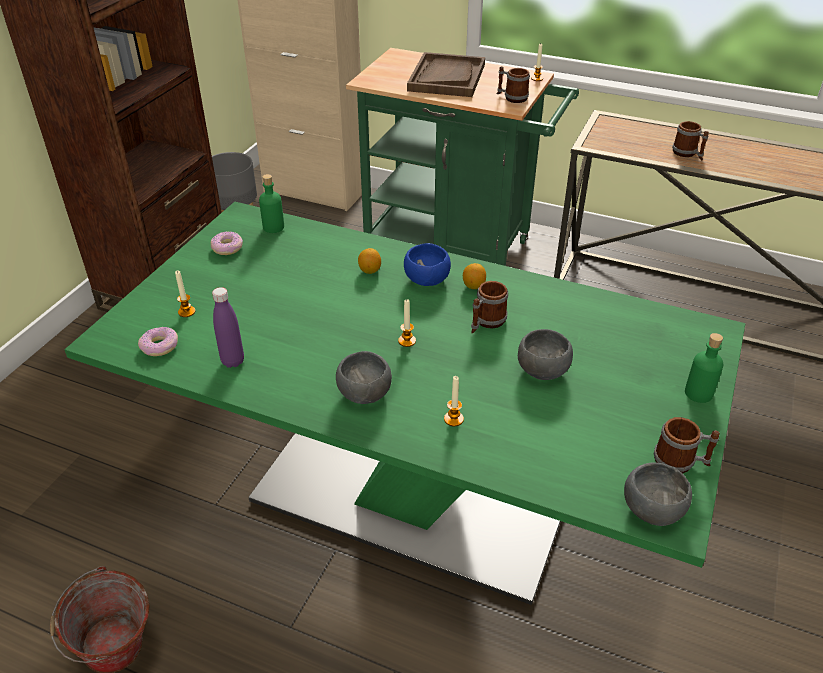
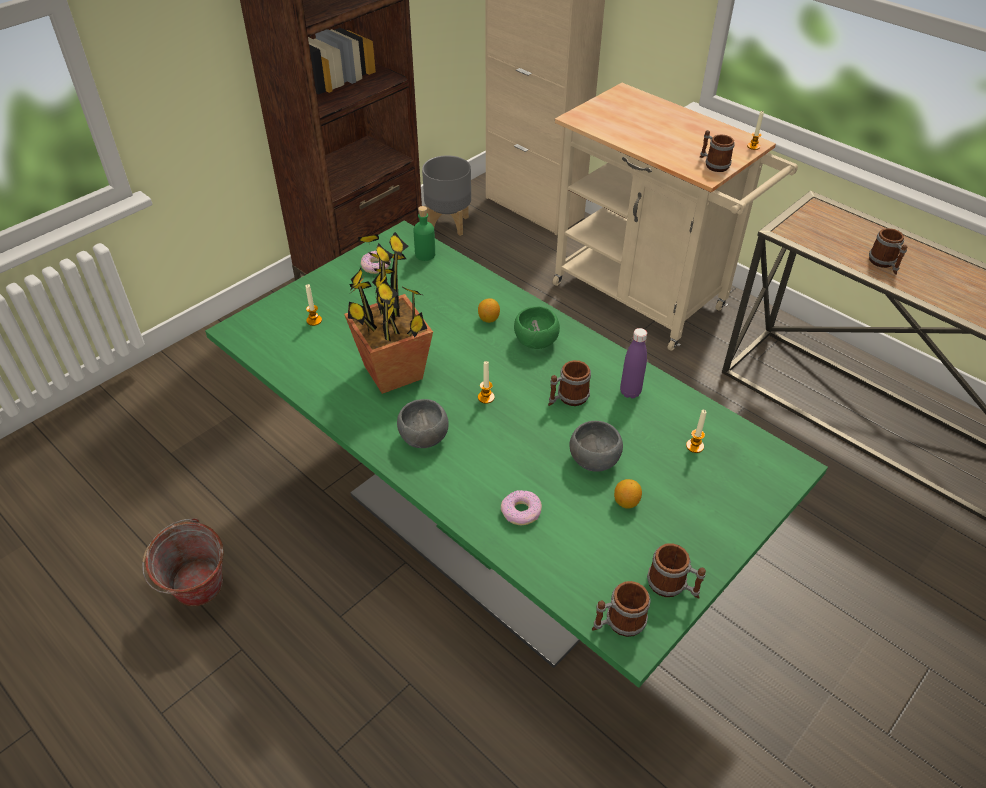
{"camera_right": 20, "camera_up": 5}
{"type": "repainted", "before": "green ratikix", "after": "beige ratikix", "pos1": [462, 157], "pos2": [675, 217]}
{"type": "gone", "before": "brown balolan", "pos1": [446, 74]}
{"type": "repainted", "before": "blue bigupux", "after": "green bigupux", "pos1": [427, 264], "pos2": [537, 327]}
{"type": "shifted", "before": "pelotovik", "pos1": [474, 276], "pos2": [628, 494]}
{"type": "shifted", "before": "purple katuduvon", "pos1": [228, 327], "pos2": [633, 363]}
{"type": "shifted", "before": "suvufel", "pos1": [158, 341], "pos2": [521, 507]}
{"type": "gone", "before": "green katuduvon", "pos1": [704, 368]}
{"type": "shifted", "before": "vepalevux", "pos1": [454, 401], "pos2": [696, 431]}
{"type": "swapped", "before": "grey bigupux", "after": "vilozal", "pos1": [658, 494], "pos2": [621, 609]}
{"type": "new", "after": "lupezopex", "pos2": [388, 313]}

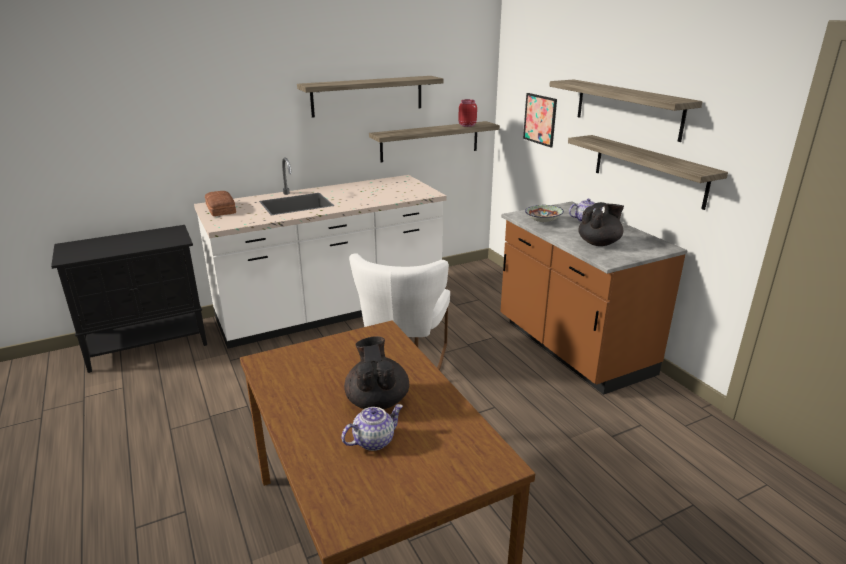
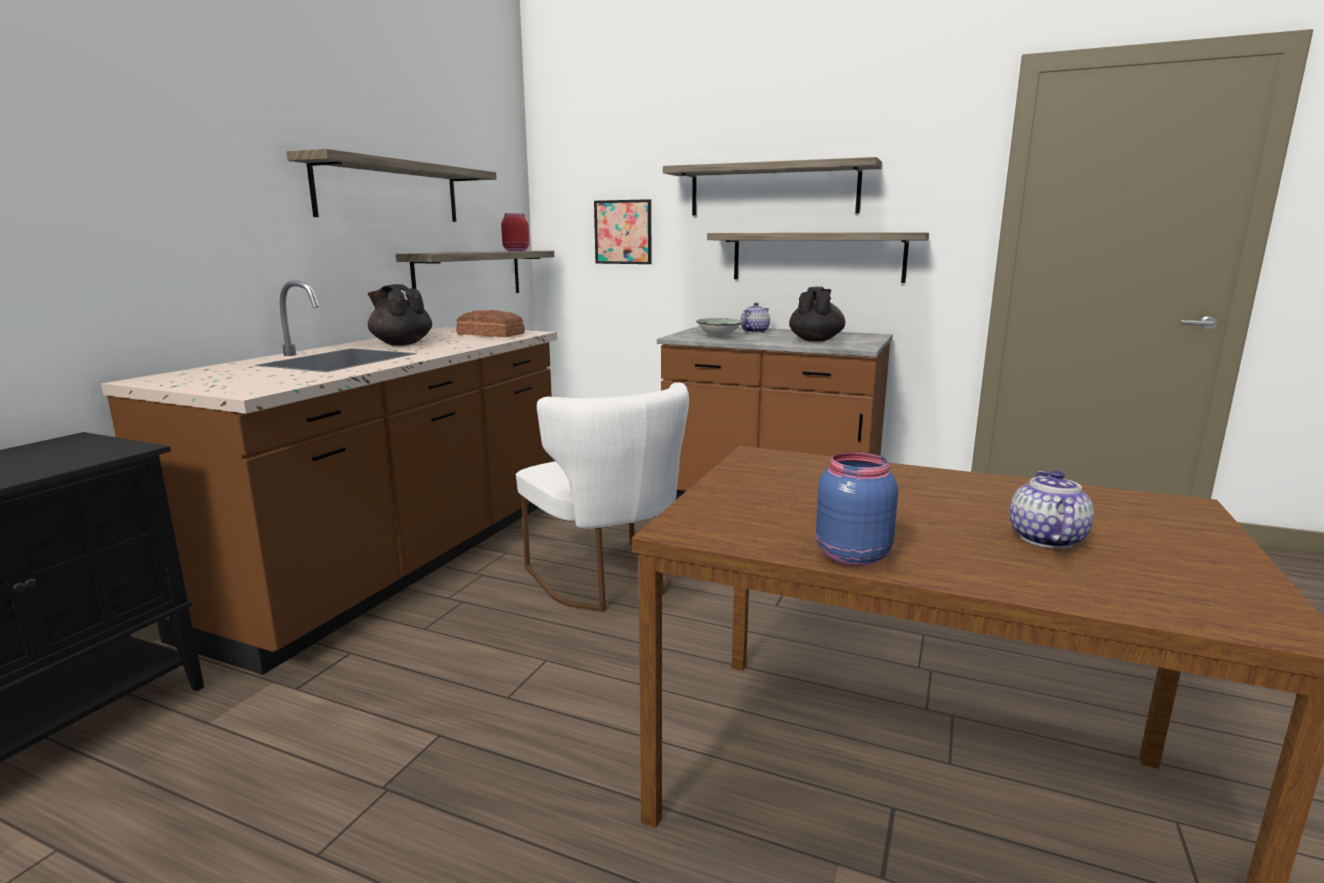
{"camera_right": -40, "camera_up": -10}
{"type": "repainted", "before": "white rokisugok", "after": "brown rokisugok", "pos1": [320, 253], "pos2": [329, 477]}
{"type": "shifted", "before": "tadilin", "pos1": [220, 203], "pos2": [490, 323]}
{"type": "shifted", "before": "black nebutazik", "pos1": [376, 373], "pos2": [400, 315]}
{"type": "new", "after": "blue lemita", "pos2": [857, 509]}

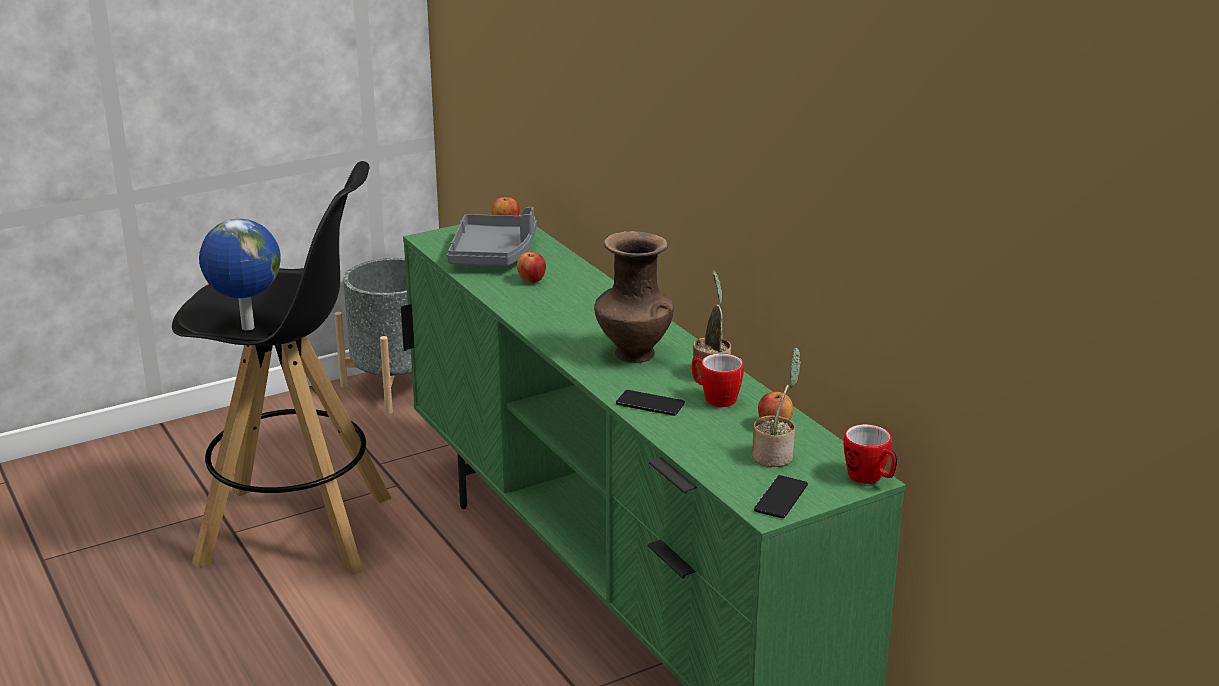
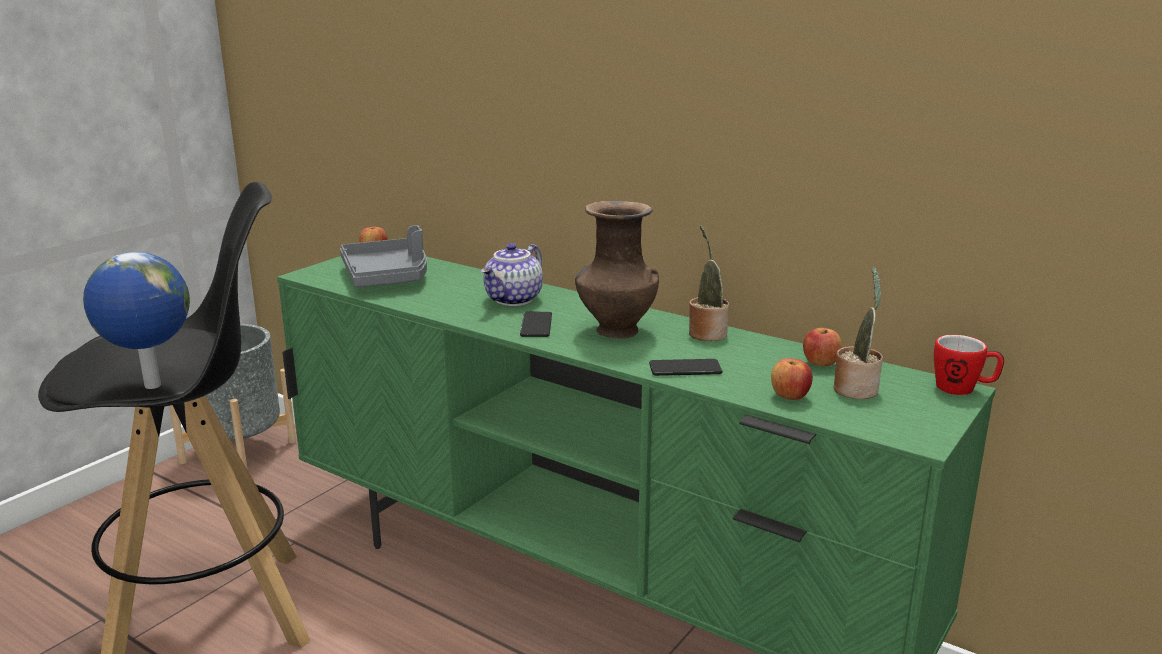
{"camera_right": -25, "camera_up": -5}
{"type": "shifted", "before": "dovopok", "pos1": [531, 267], "pos2": [792, 379]}
{"type": "gone", "before": "vilozal", "pos1": [718, 380]}
{"type": "shifted", "before": "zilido", "pos1": [781, 496], "pos2": [536, 324]}
{"type": "new", "after": "nebutazik", "pos2": [512, 274]}

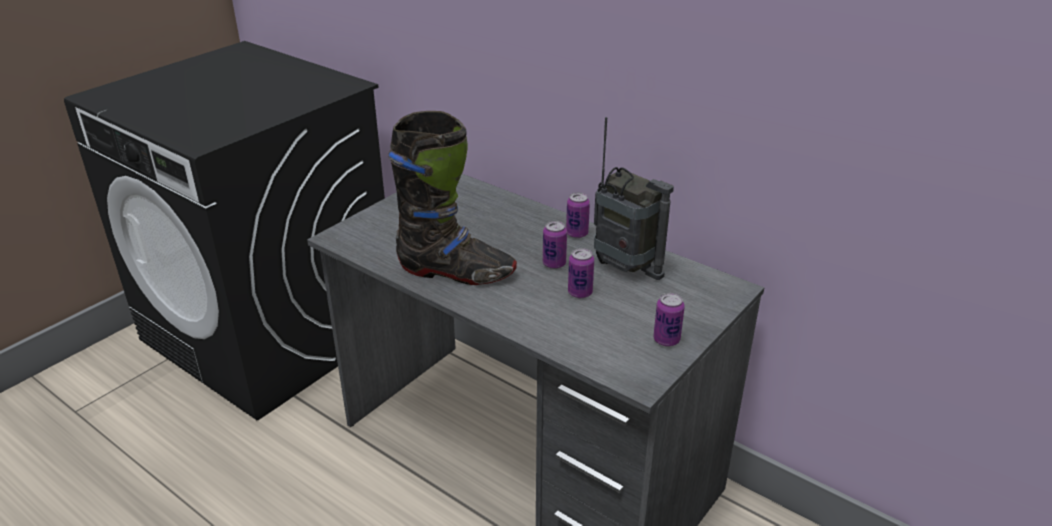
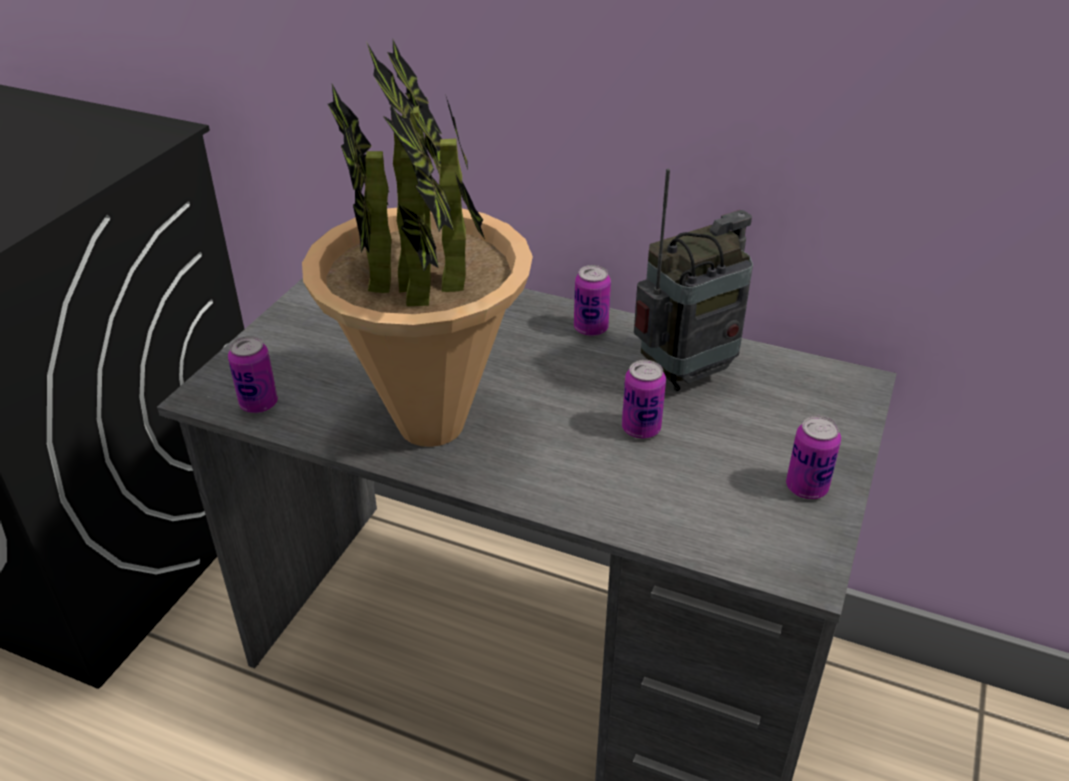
{"camera_right": -15, "camera_up": 5}
{"type": "swapped", "before": "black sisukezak", "after": "lupezopex", "pos1": [452, 198], "pos2": [417, 243]}
{"type": "rotated", "before": "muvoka", "pos1": [634, 198], "pos2": [693, 279], "turn": -60}
{"type": "shifted", "before": "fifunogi", "pos1": [555, 245], "pos2": [253, 374]}

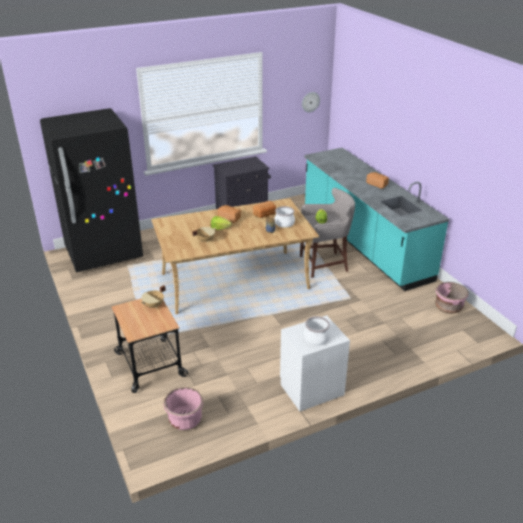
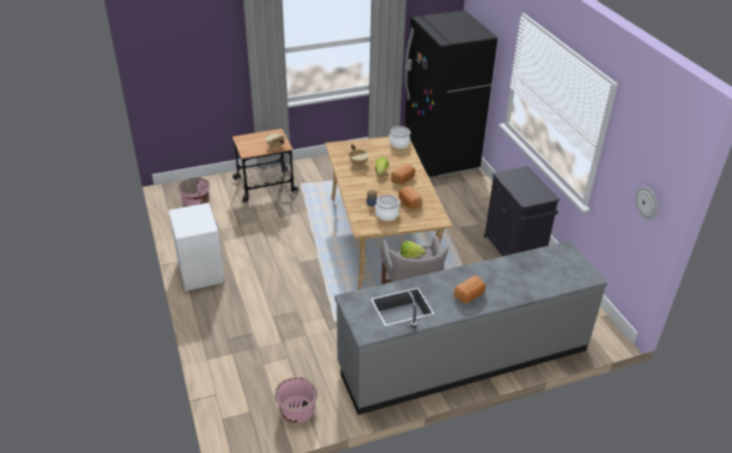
{"camera_right": 95, "camera_up": 5}
{"type": "repainted", "before": "turquoise rokisugok", "after": "grey rokisugok", "pos1": [376, 219], "pos2": [471, 328]}
{"type": "shifted", "before": "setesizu", "pos1": [317, 330], "pos2": [400, 137]}

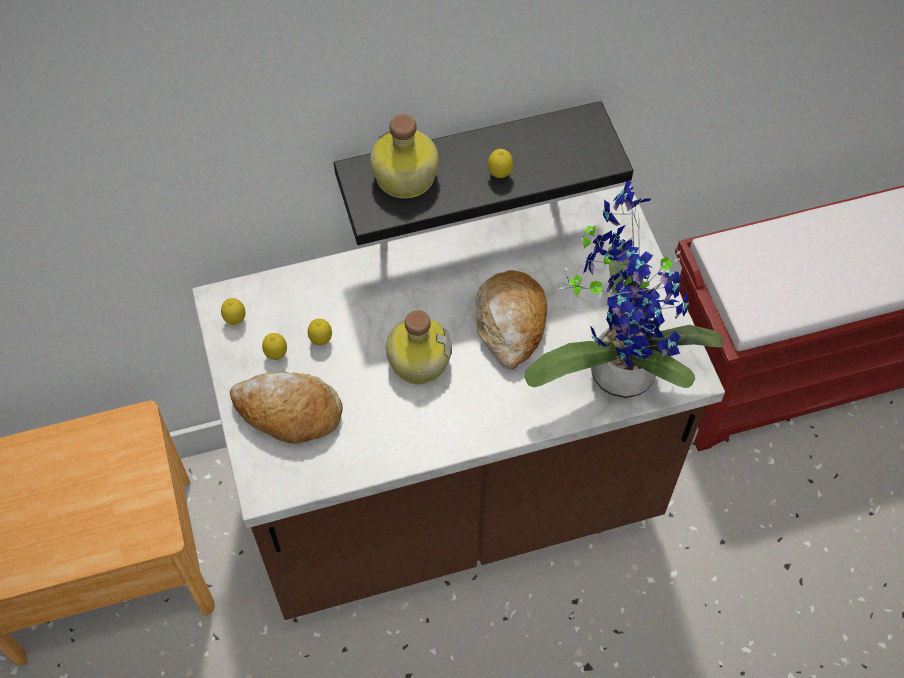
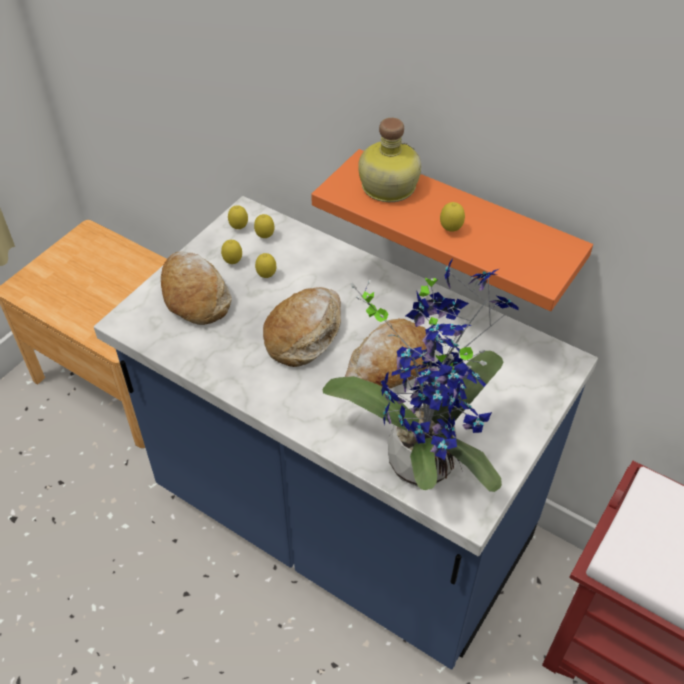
{"camera_right": 50, "camera_up": -10}
{"type": "repainted", "before": "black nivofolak", "after": "orange nivofolak", "pos1": [483, 173], "pos2": [452, 230]}
{"type": "repainted", "before": "brown rokisugok", "after": "blue rokisugok", "pos1": [458, 402], "pos2": [346, 433]}
{"type": "swapped", "before": "katuduvon", "after": "tadilin", "pos1": [419, 347], "pos2": [302, 327]}
{"type": "new", "after": "pelotovik", "pos2": [264, 226]}

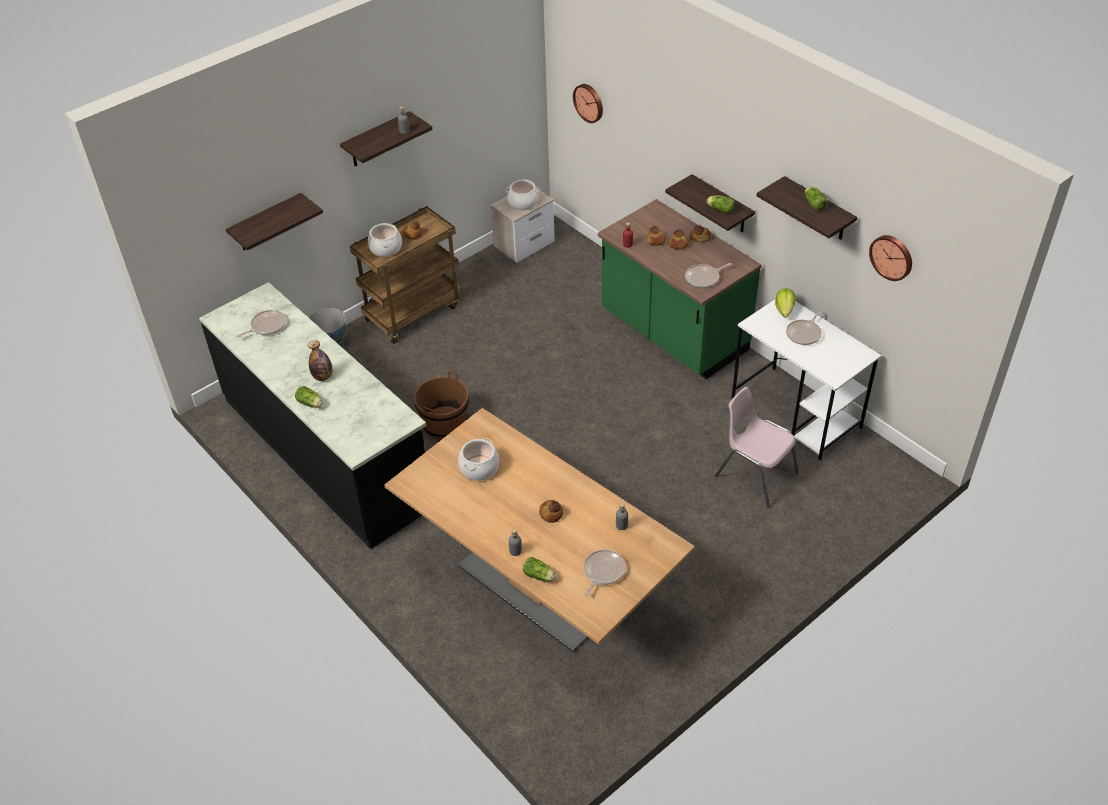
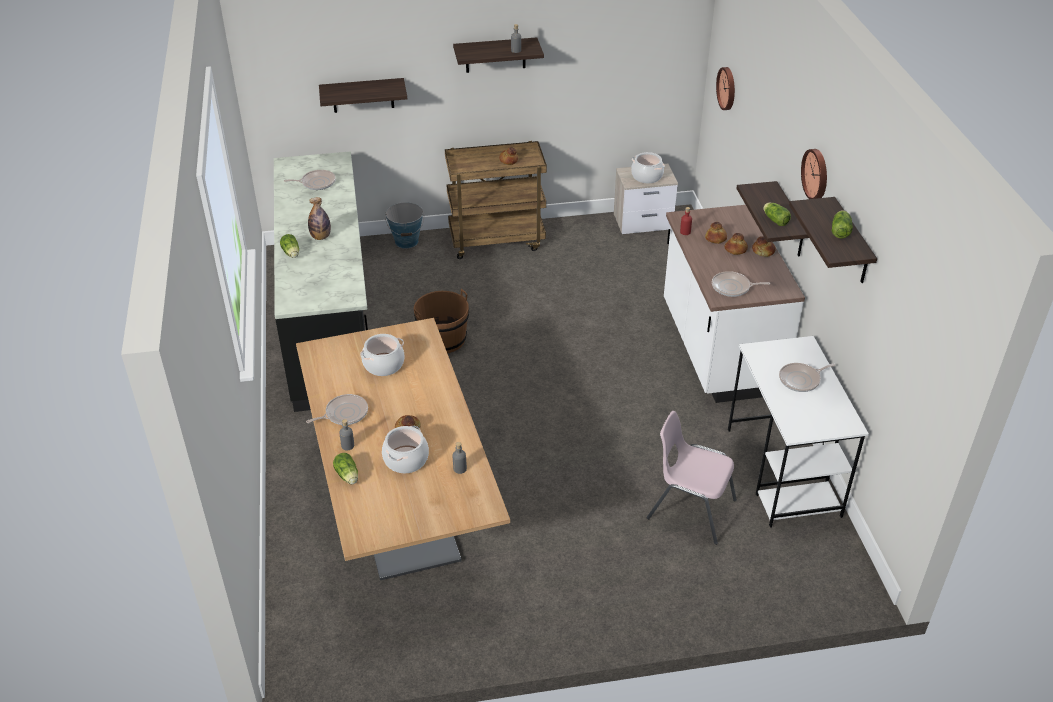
{"camera_right": 30, "camera_up": -5}
{"type": "repainted", "before": "green rokisugok", "after": "white rokisugok", "pos1": [680, 289], "pos2": [734, 304]}
{"type": "shifted", "before": "setesizu", "pos1": [385, 240], "pos2": [405, 449]}
{"type": "shifted", "before": "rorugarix", "pos1": [890, 258], "pos2": [814, 174]}
{"type": "gone", "before": "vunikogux", "pos1": [785, 303]}
{"type": "rotated", "before": "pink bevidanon", "pos1": [757, 447], "pos2": [692, 478], "turn": -45}
{"type": "shifted", "before": "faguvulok", "pos1": [605, 573], "pos2": [337, 409]}

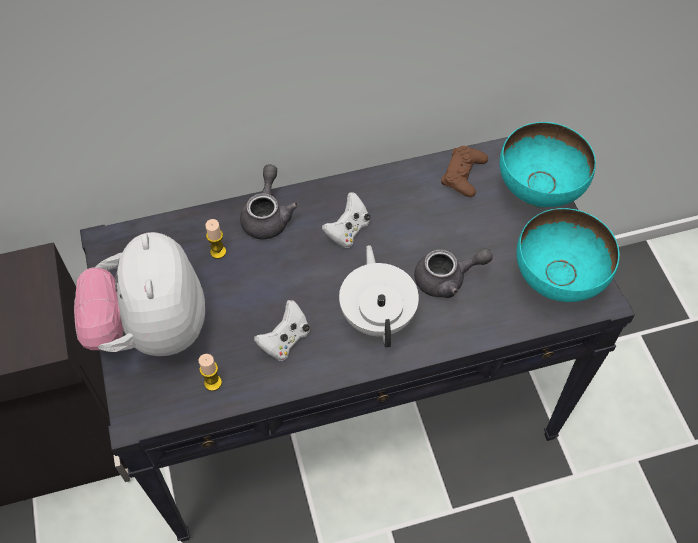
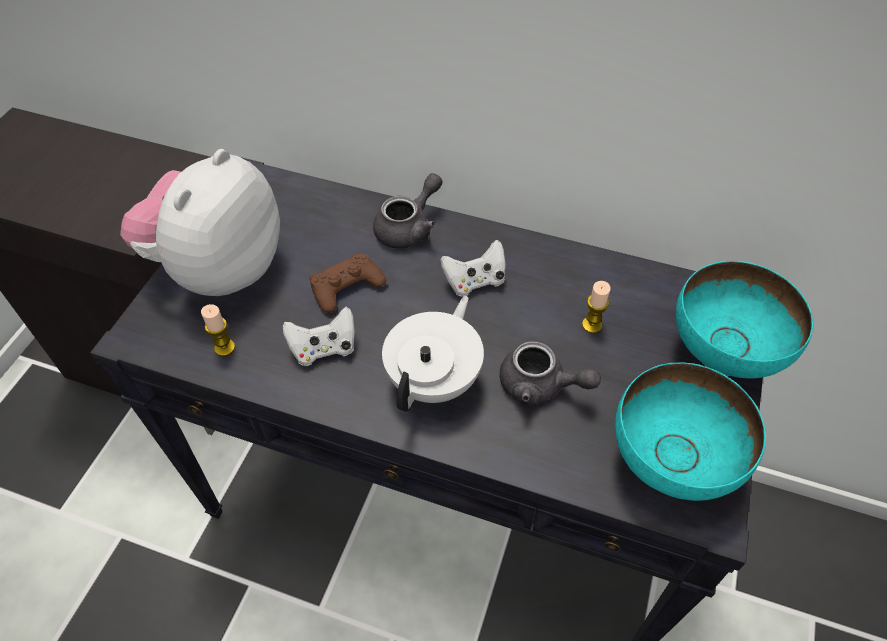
{"camera_right": 35, "camera_up": -5}
{"type": "shifted", "before": "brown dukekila", "pos1": [464, 171], "pos2": [347, 283]}
{"type": "shifted", "before": "vepalevux", "pos1": [215, 239], "pos2": [596, 307]}

